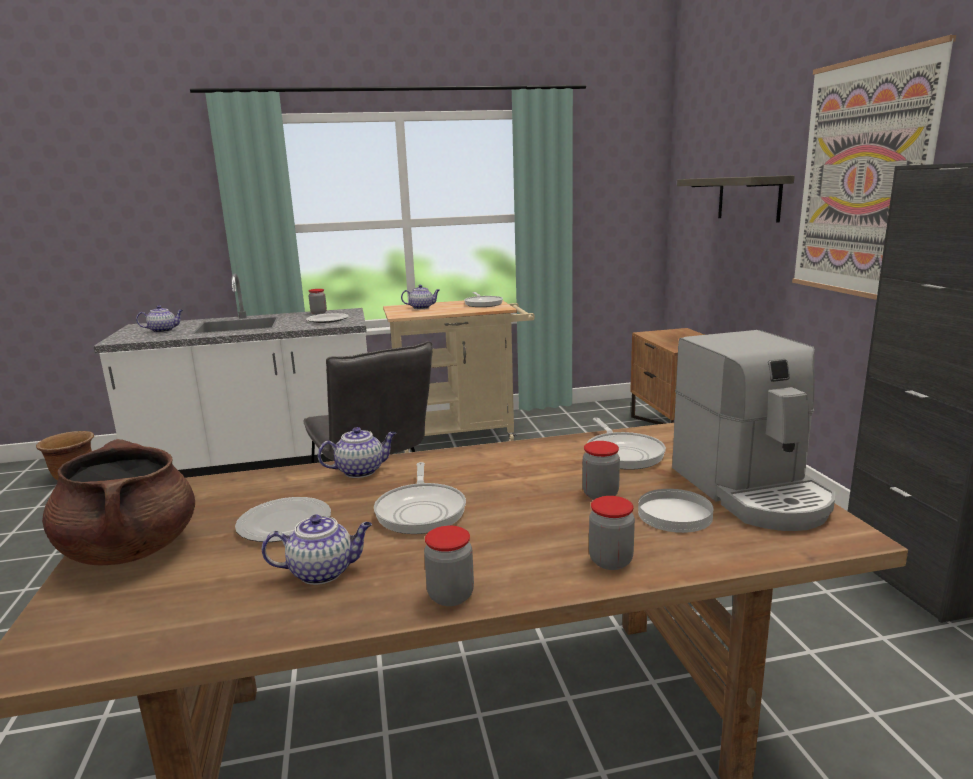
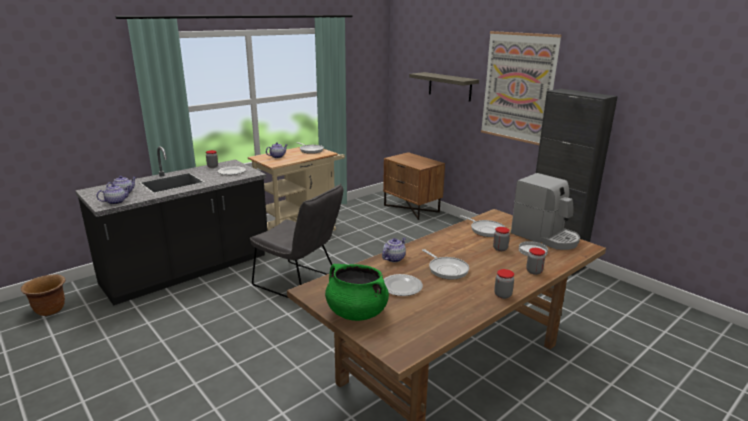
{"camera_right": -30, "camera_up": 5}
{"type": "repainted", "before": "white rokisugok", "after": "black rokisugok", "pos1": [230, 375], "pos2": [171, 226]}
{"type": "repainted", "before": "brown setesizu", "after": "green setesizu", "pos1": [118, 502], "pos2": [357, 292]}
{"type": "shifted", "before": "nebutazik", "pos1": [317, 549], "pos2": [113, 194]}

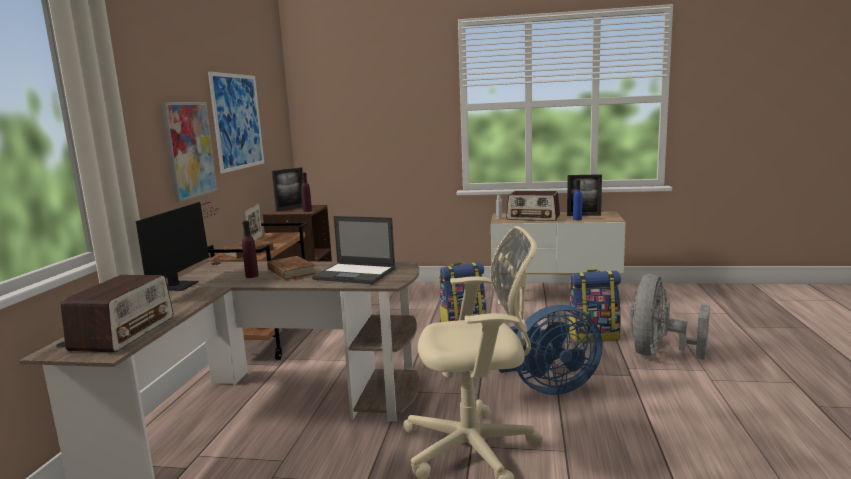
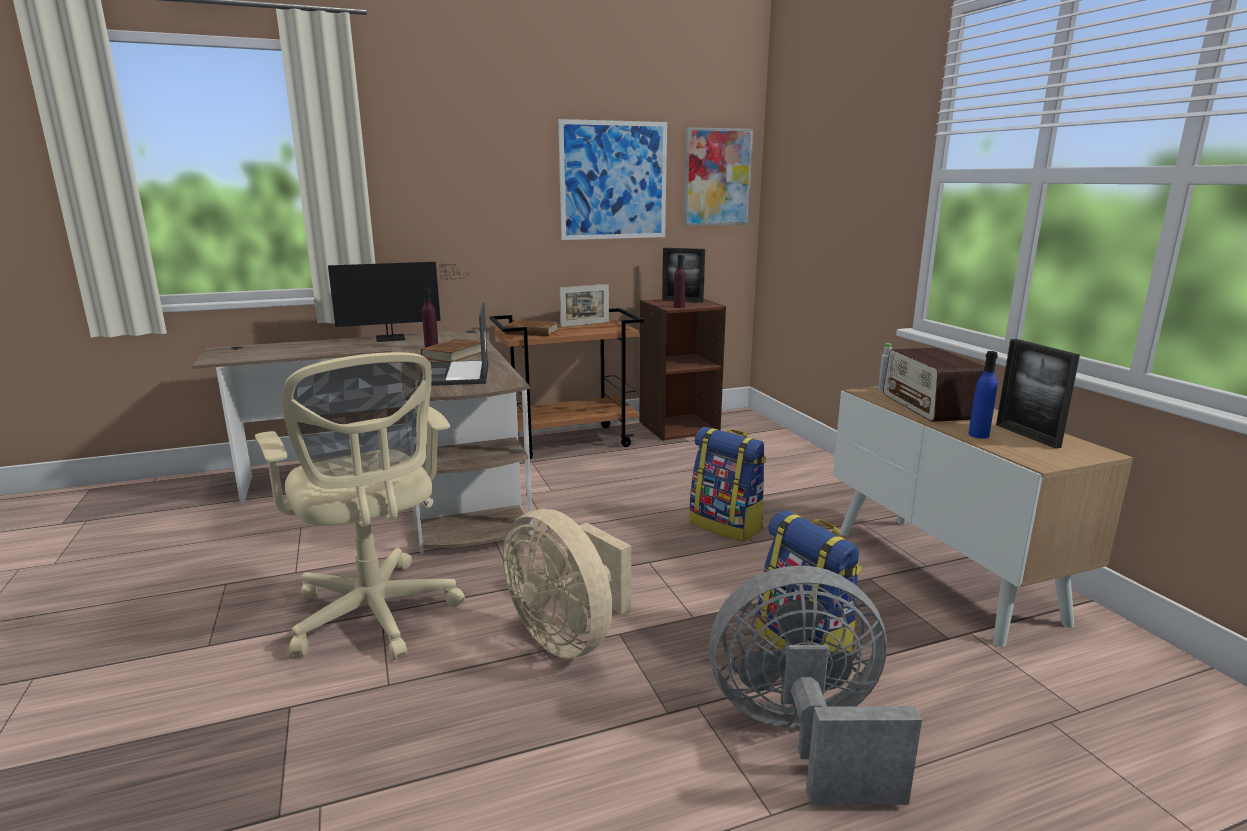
{"camera_right": 60, "camera_up": 5}
{"type": "shifted", "before": "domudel", "pos1": [189, 152], "pos2": [718, 176]}
{"type": "gone", "before": "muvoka", "pos1": [117, 313]}
{"type": "repainted", "before": "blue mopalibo", "after": "beige mopalibo", "pos1": [551, 350], "pos2": [567, 584]}

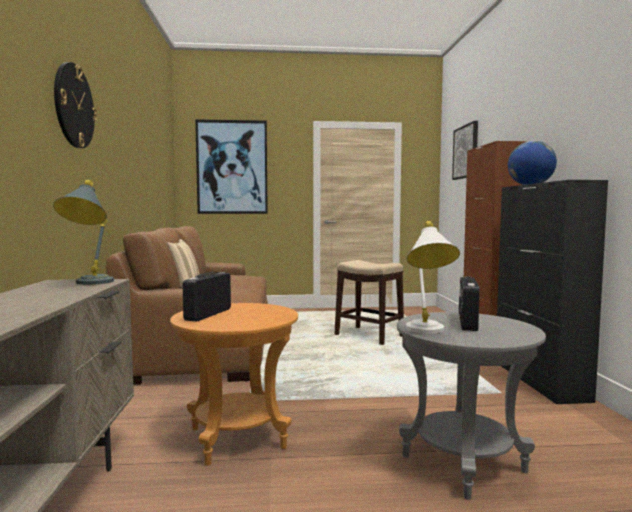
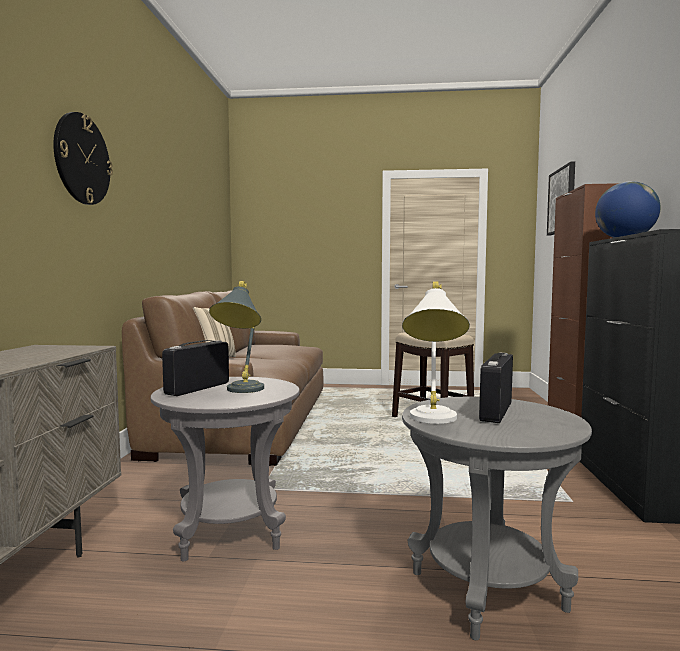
{"camera_right": 10, "camera_up": 0}
{"type": "gone", "before": "domudel", "pos1": [231, 166]}
{"type": "shifted", "before": "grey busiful", "pos1": [83, 232], "pos2": [236, 337]}
{"type": "repainted", "before": "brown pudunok", "after": "grey pudunok", "pos1": [234, 384], "pos2": [225, 469]}

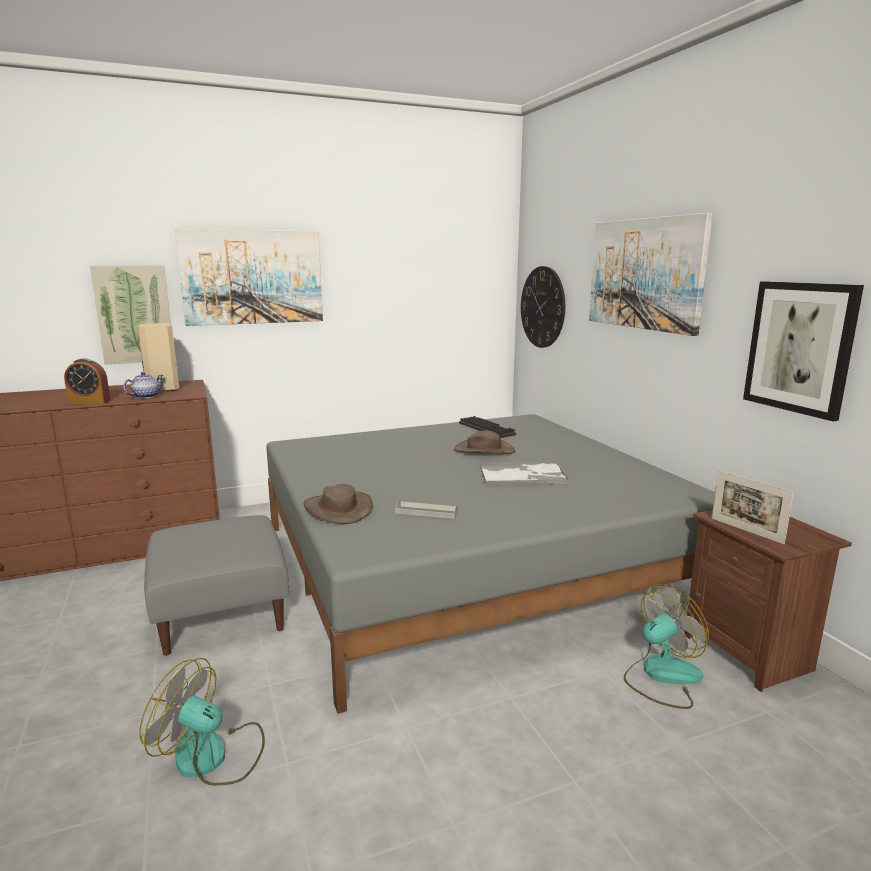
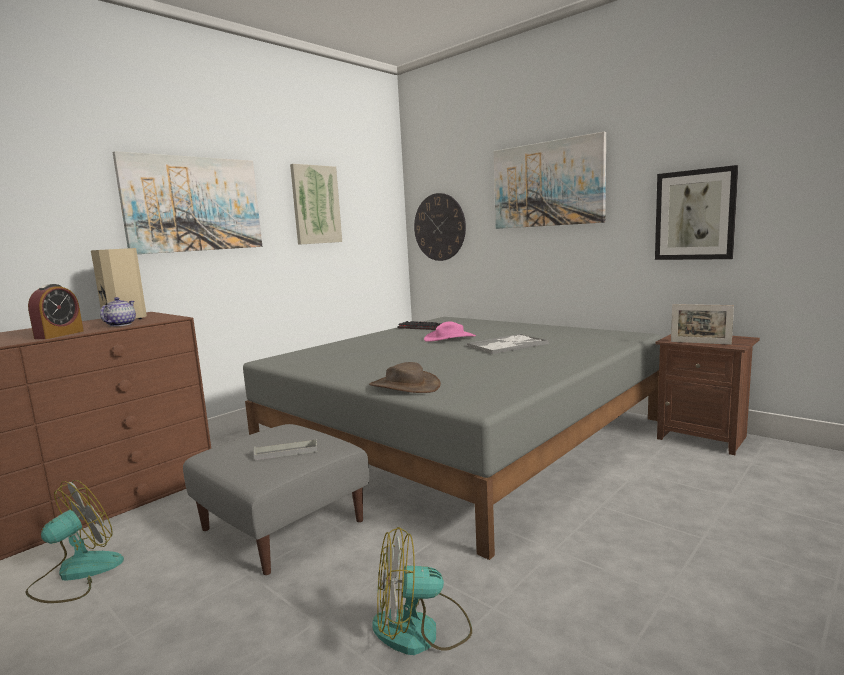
{"camera_right": -25, "camera_up": -5}
{"type": "shifted", "before": "domudel", "pos1": [130, 315], "pos2": [316, 204]}
{"type": "rotated", "before": "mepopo", "pos1": [87, 381], "pos2": [56, 311], "turn": -45}
{"type": "repainted", "before": "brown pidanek", "after": "pink pidanek", "pos1": [484, 442], "pos2": [450, 331]}
{"type": "shifted", "before": "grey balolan", "pos1": [426, 509], "pos2": [285, 450]}
{"type": "shifted", "before": "mopalibo", "pos1": [666, 646], "pos2": [75, 541]}

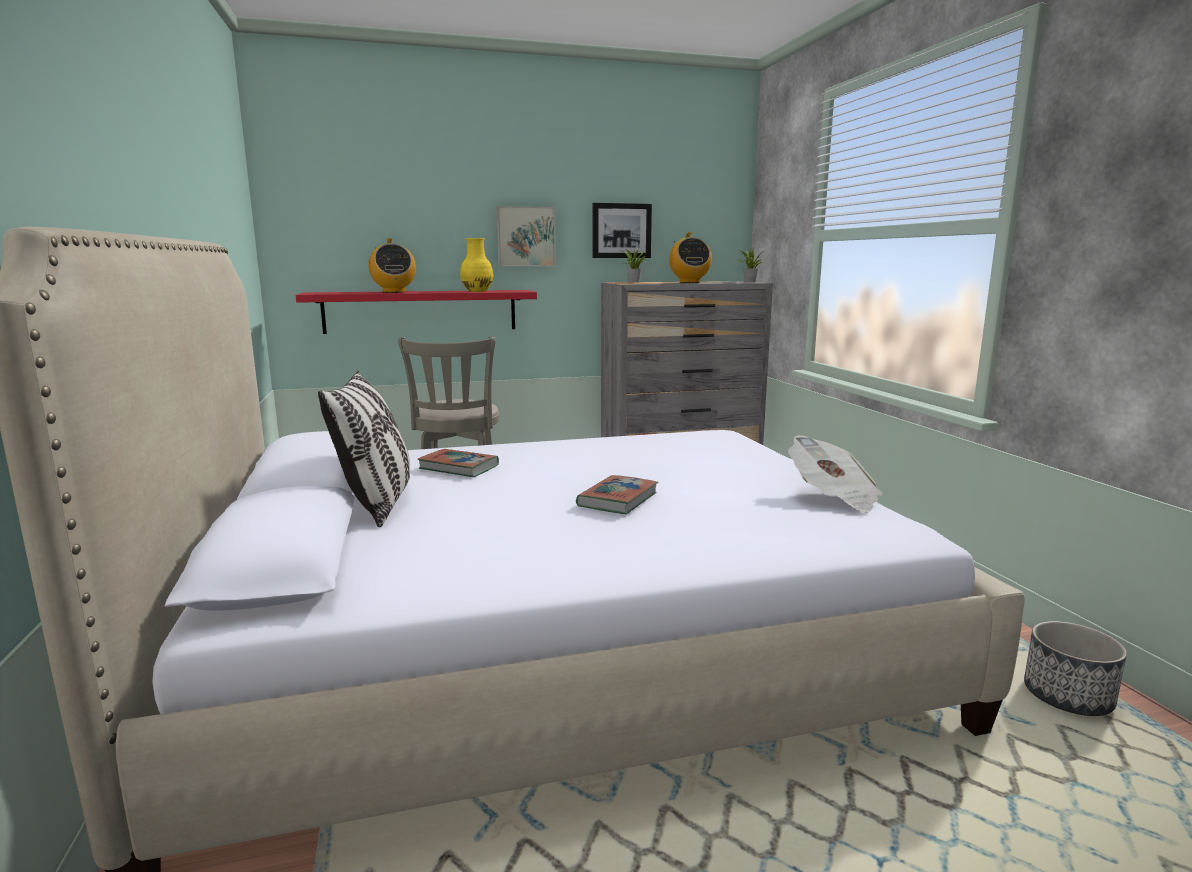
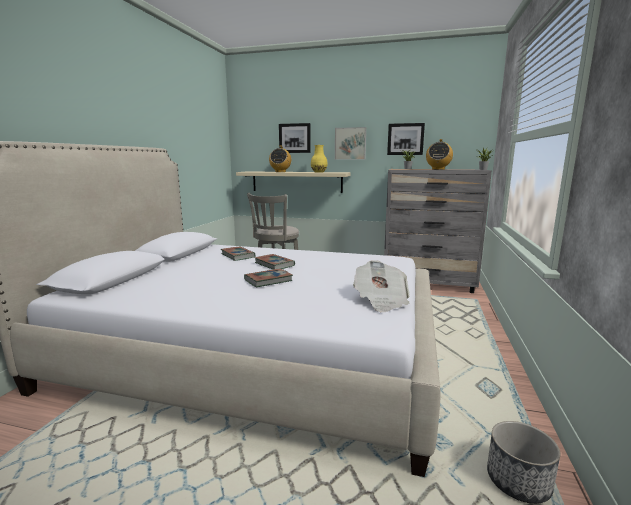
{"camera_right": 30, "camera_up": 0}
{"type": "repainted", "before": "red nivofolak", "after": "beige nivofolak", "pos1": [416, 312], "pos2": [293, 182]}
{"type": "gone", "before": "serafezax", "pos1": [364, 449]}
{"type": "new", "after": "domudel", "pos2": [295, 138]}
{"type": "new", "after": "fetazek", "pos2": [275, 262]}

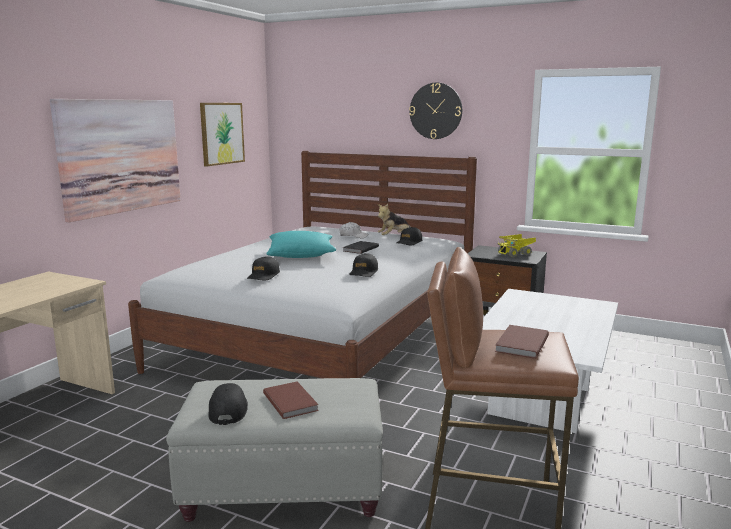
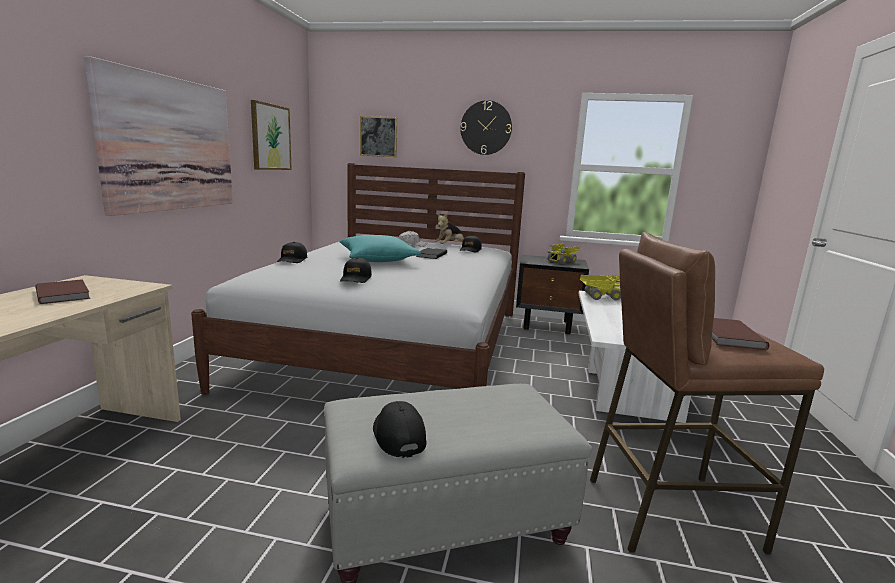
{"camera_right": -15, "camera_up": 0}
{"type": "shifted", "before": "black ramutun", "pos1": [363, 265], "pos2": [292, 252]}
{"type": "shifted", "before": "brown fetazek", "pos1": [291, 400], "pos2": [62, 291]}
{"type": "new", "after": "domudel", "pos2": [378, 136]}
{"type": "new", "after": "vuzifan", "pos2": [600, 287]}

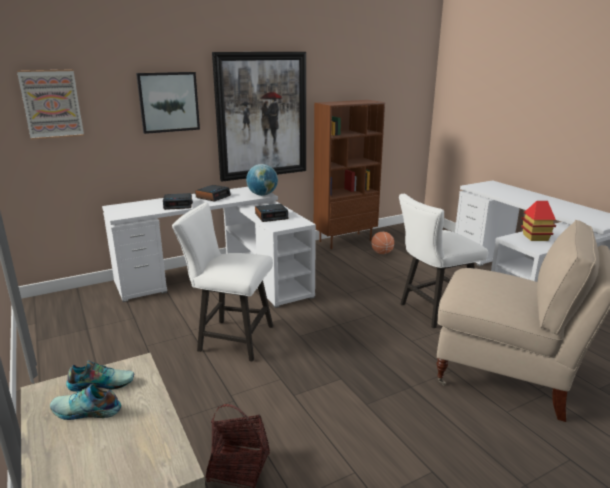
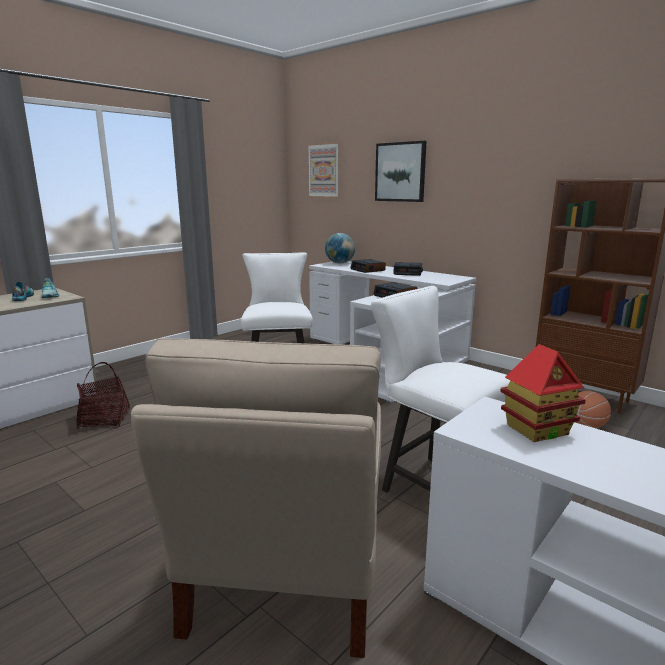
{"camera_right": 70, "camera_up": -5}
{"type": "gone", "before": "domudel", "pos1": [259, 117]}
{"type": "shifted", "before": "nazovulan", "pos1": [262, 180], "pos2": [340, 248]}

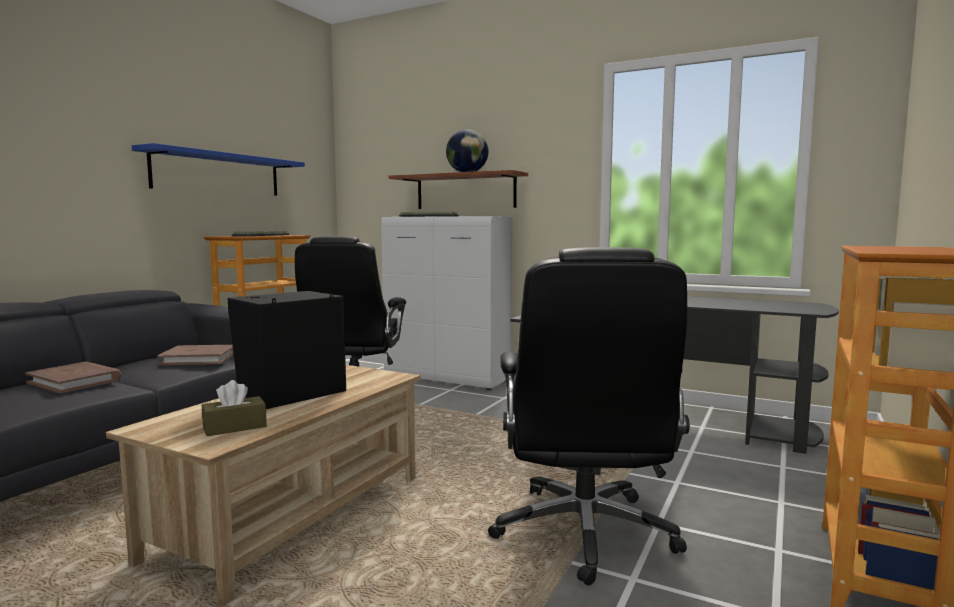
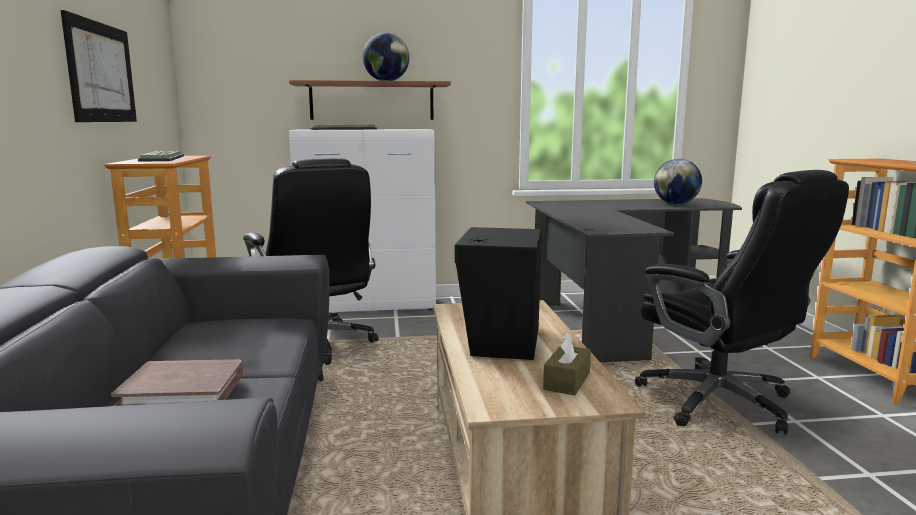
{"camera_right": -35, "camera_up": 5}
{"type": "swapped", "before": "blue nivofolak", "after": "domudel", "pos1": [218, 169], "pos2": [99, 66]}
{"type": "gone", "before": "brown fetazek", "pos1": [196, 355]}
{"type": "new", "after": "nazovulan", "pos2": [678, 182]}

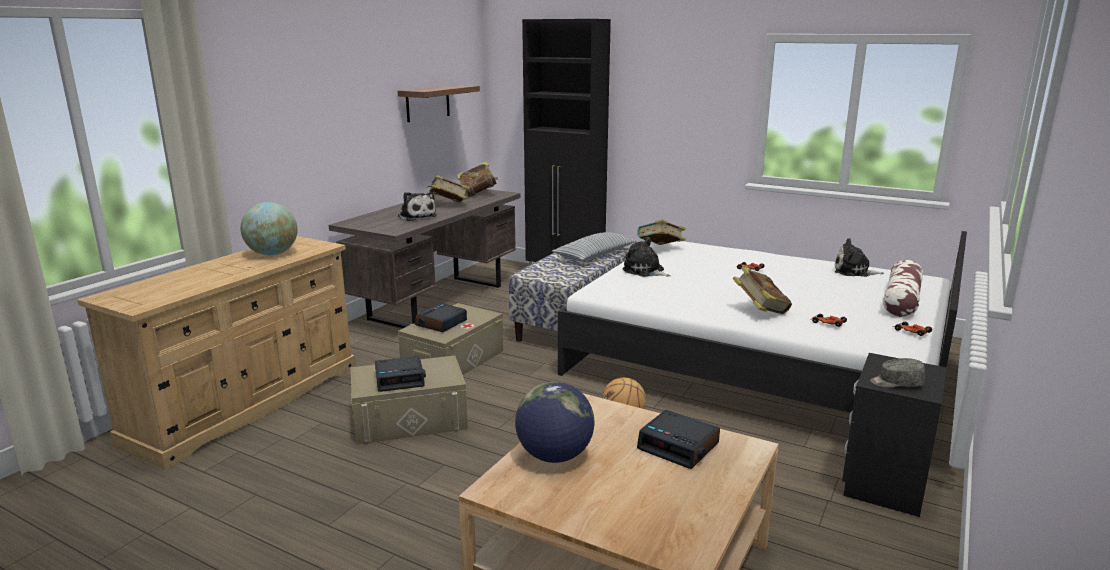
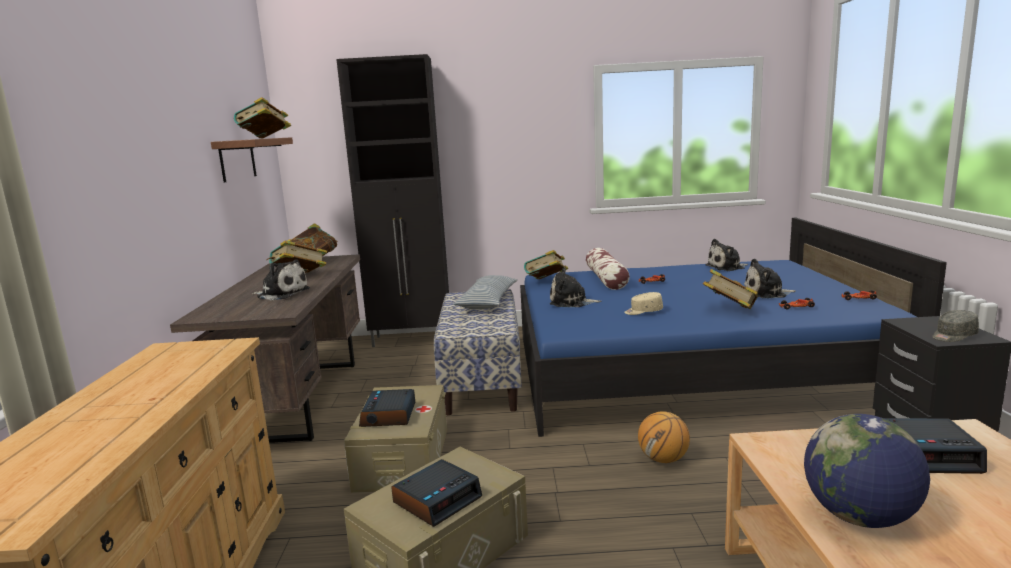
{"camera_right": -30, "camera_up": -5}
{"type": "gone", "before": "nazovulan", "pos1": [269, 228]}
{"type": "repainted", "before": "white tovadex", "after": "blue tovadex", "pos1": [762, 322], "pos2": [733, 327]}
{"type": "shifted", "before": "serafezax", "pos1": [903, 288], "pos2": [608, 269]}
{"type": "new", "after": "fetazek", "pos2": [262, 118]}
{"type": "new", "after": "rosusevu", "pos2": [770, 278]}
{"type": "new", "after": "beige ramutun", "pos2": [643, 303]}

